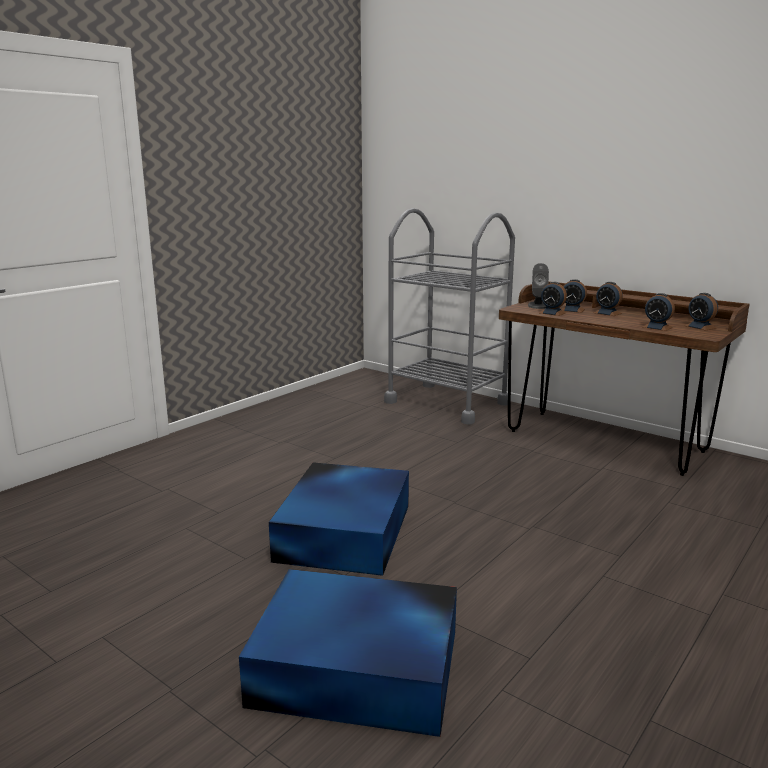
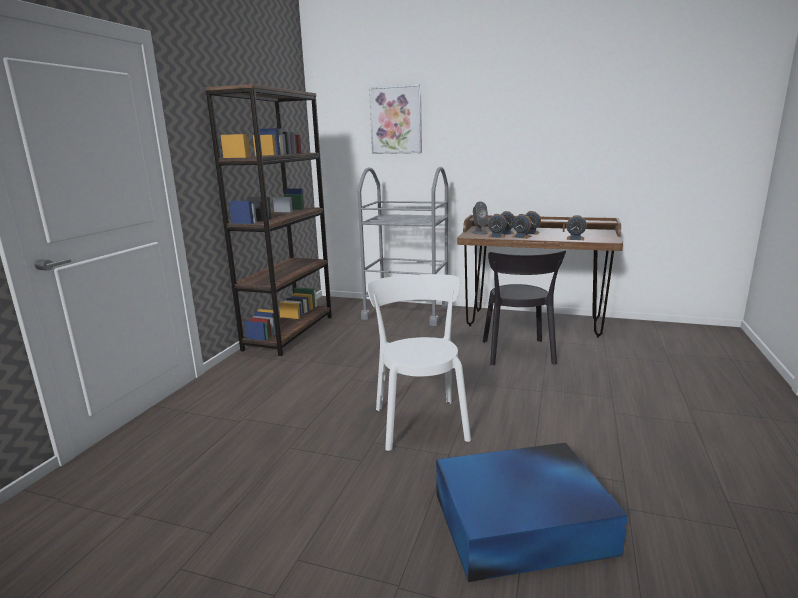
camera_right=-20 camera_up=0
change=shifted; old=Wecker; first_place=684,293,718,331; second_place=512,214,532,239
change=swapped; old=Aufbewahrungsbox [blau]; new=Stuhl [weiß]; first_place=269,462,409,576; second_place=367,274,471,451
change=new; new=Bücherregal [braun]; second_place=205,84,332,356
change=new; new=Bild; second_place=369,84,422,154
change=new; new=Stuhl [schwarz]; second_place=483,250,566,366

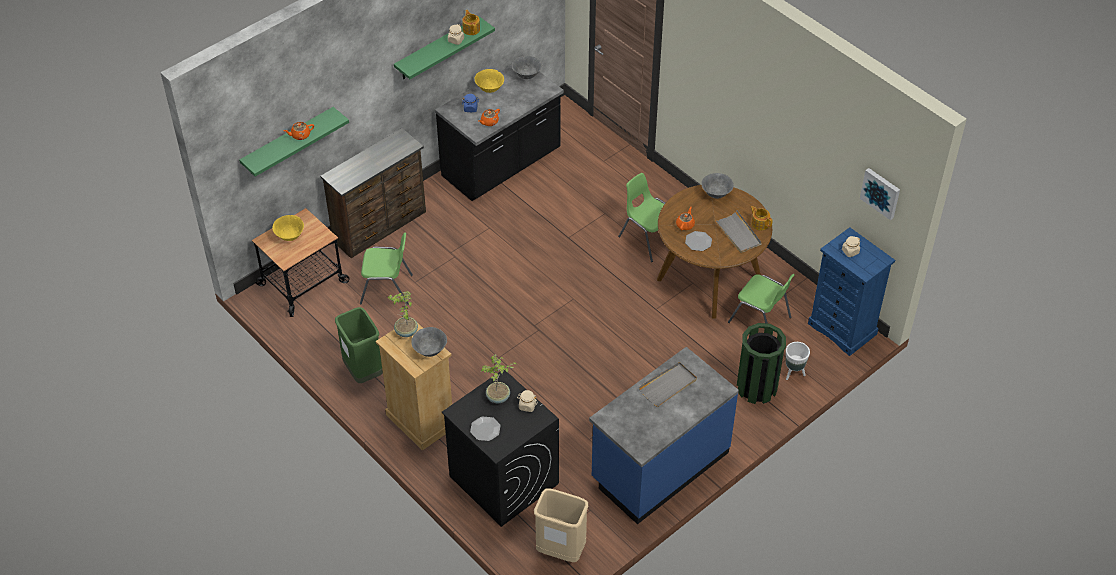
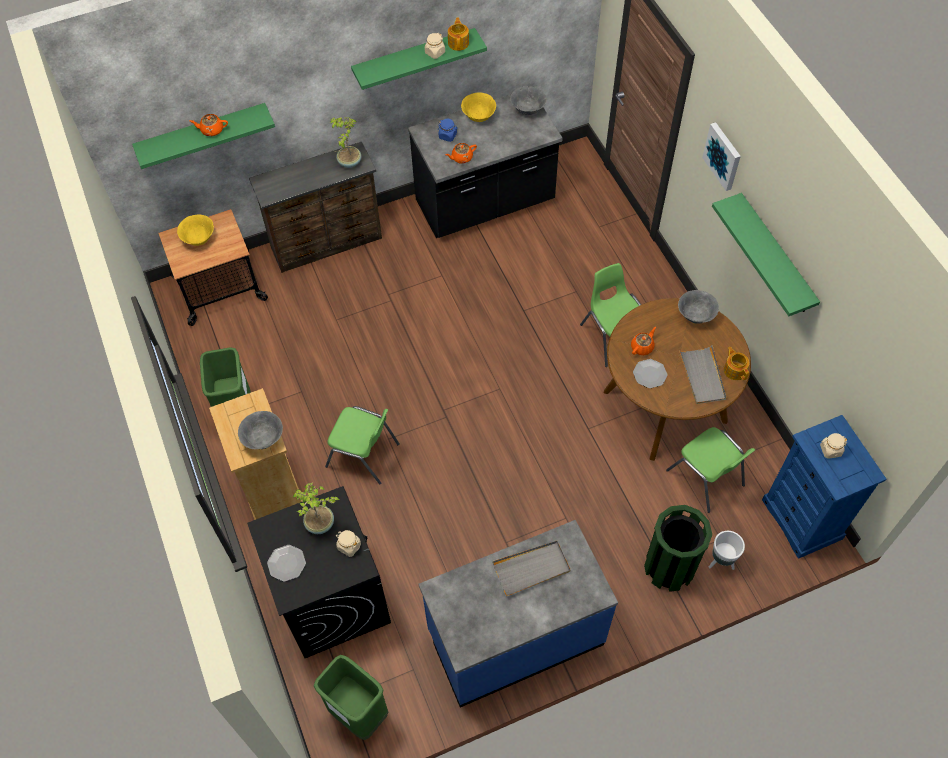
camera_right=20 camera_up=10
change=shifted; old=Bild; first_place=860,168,900,220; second_place=702,122,741,191
change=shifted; old=Stuhl [grün]; first_place=360,233,413,305; second_place=325,406,400,484
change=shifted; old=Topfpflanze; first_place=388,291,418,337; second_place=330,117,361,168
change=repainted; old=Mülleimer [beige]; new=Mülleimer [grün]; first_place=534,488,588,562; second_place=314,655,388,740
change=new; new=Wandregal [grün]; second_place=712,193,820,316

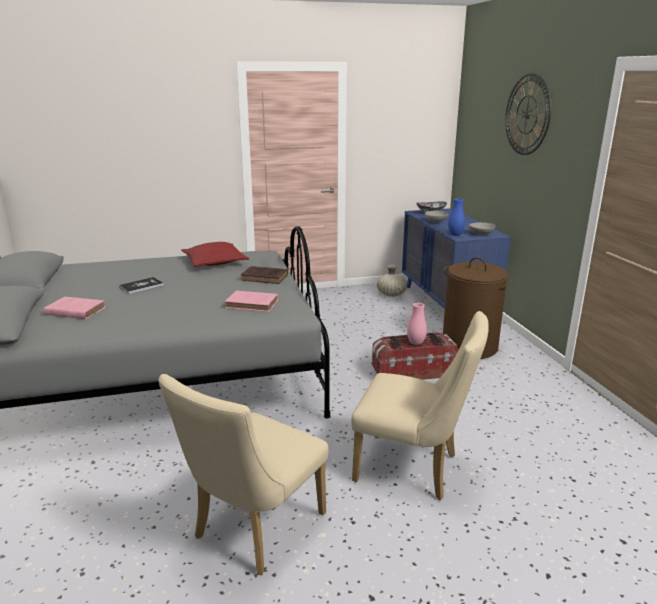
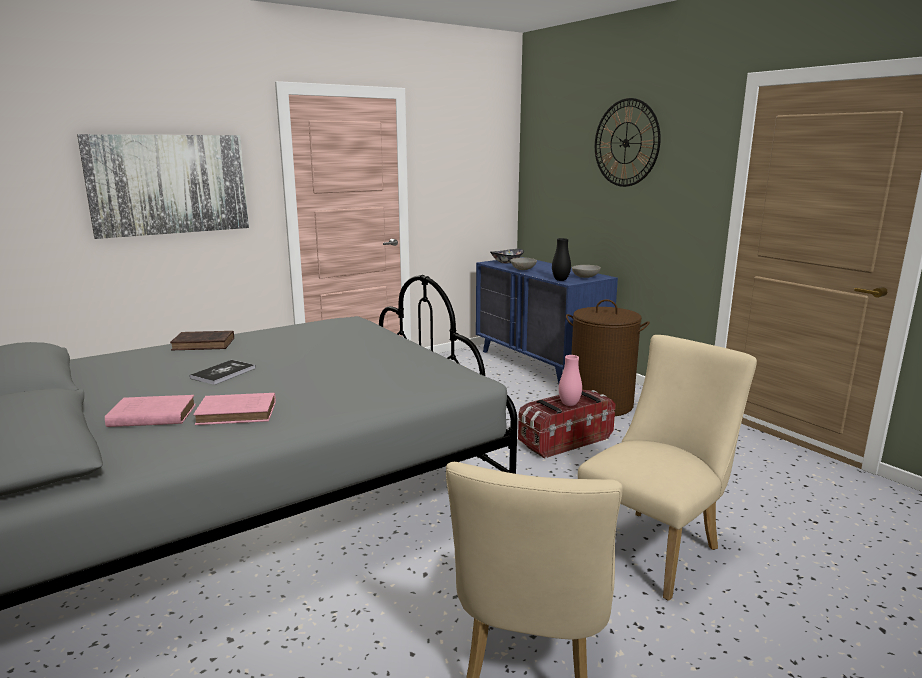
camera_right=-20 camera_up=-5
change=repainted; old=Vase [blau]; new=Vase [schwarz]; first_place=448,198,465,236; second_place=552,238,571,281
change=gone; old=Kissen [rot]; first_place=181,242,249,266
change=gone; old=Vase [beige]; first_place=377,265,407,297
change=shifted; old=Buch [braun]; first_place=241,266,288,284; second_place=170,331,234,350
change=shifted; old=Buch [rosa]; first_place=225,291,278,312; second_place=194,393,276,425
change=rotated; old=Stuhl [beige]; first_place=351,311,489,500; second_place=578,335,757,601; degrees=-45
change=new; new=Bild; second_place=77,134,249,239

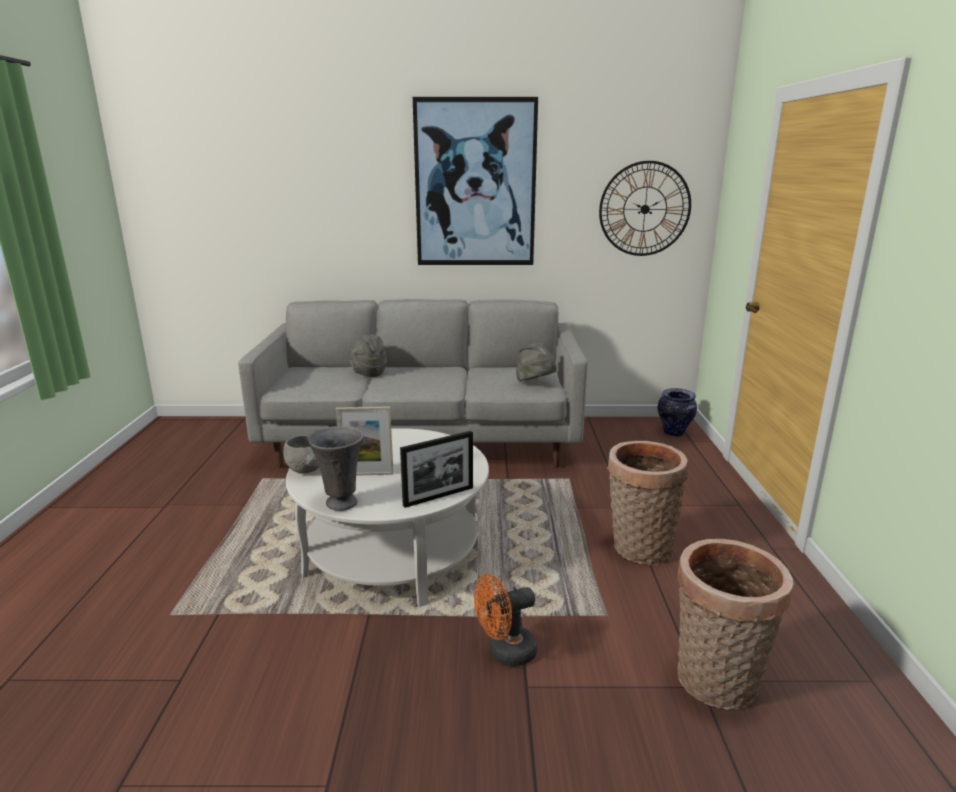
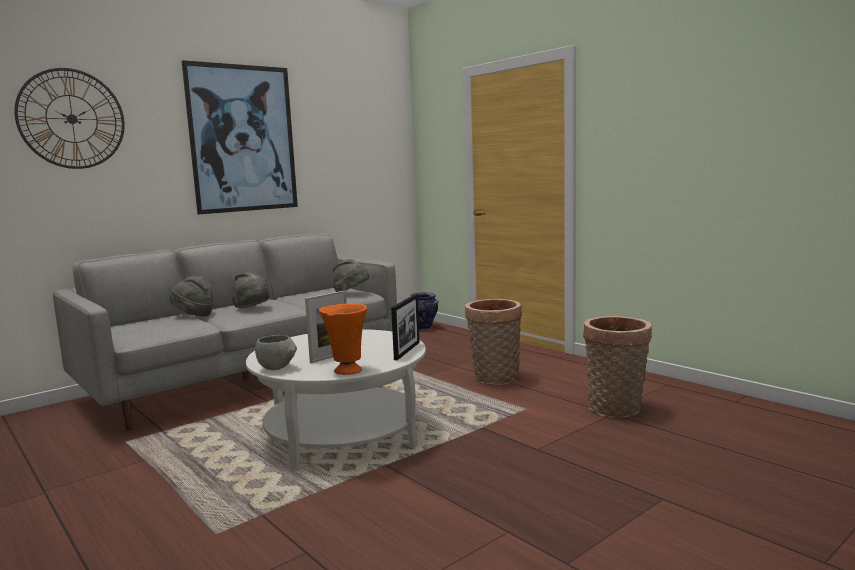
camera_right=-40 camera_up=-10
change=shifted; old=Wanduhr; first_place=599,161,691,256; second_place=14,68,125,169
change=repainted; old=Vase [grau]; new=Vase [orange]; first_place=308,426,363,511; second_place=319,304,367,375
change=gone; old=Ventilator [orange]; first_place=474,574,537,667
change=new; new=Hut [grau]; second_place=232,271,270,308

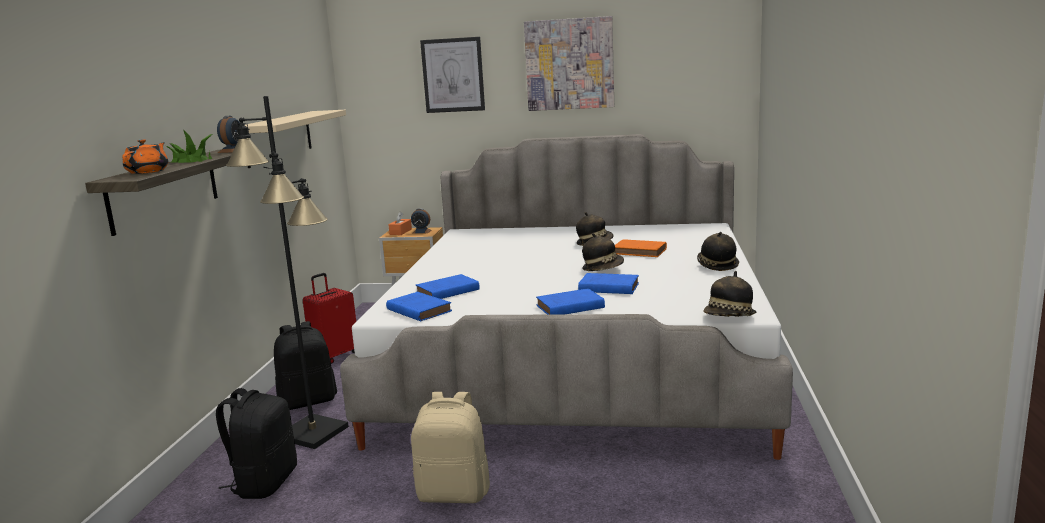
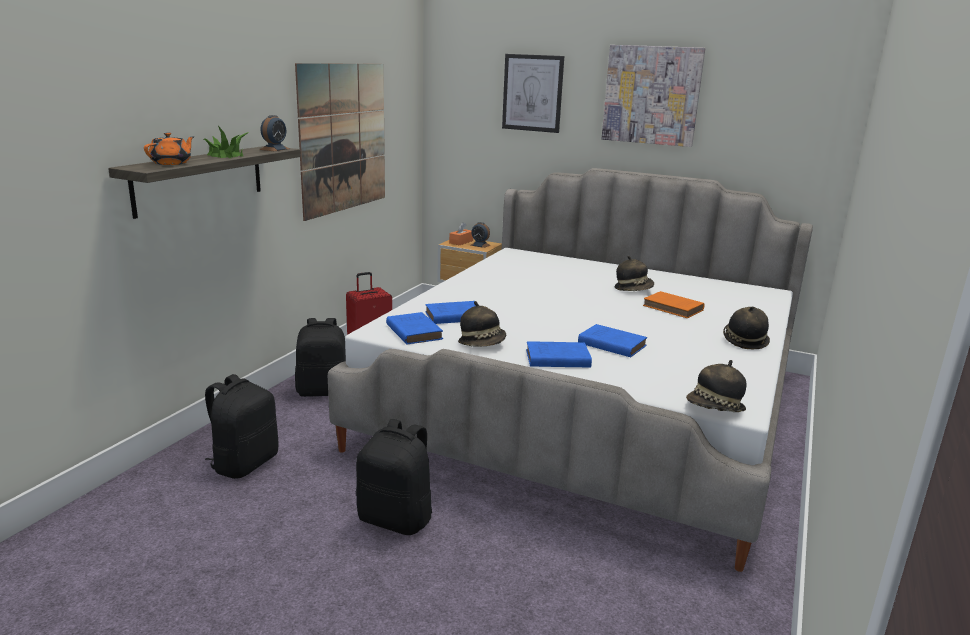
camera_right=15 camera_up=5
change=gone; old=Stehlampe [schwarz]; first_place=226,96,349,449
change=swapped; old=Wandregal [beige]; new=Bild; first_place=245,110,346,168; second_place=295,63,385,221
change=shifted; old=Hut; first_place=582,233,624,271; second_place=458,301,506,347
change=repainted; old=Rucksack [beige]; new=Rucksack [schwarz]; first_place=411,392,490,503; second_place=356,419,432,535

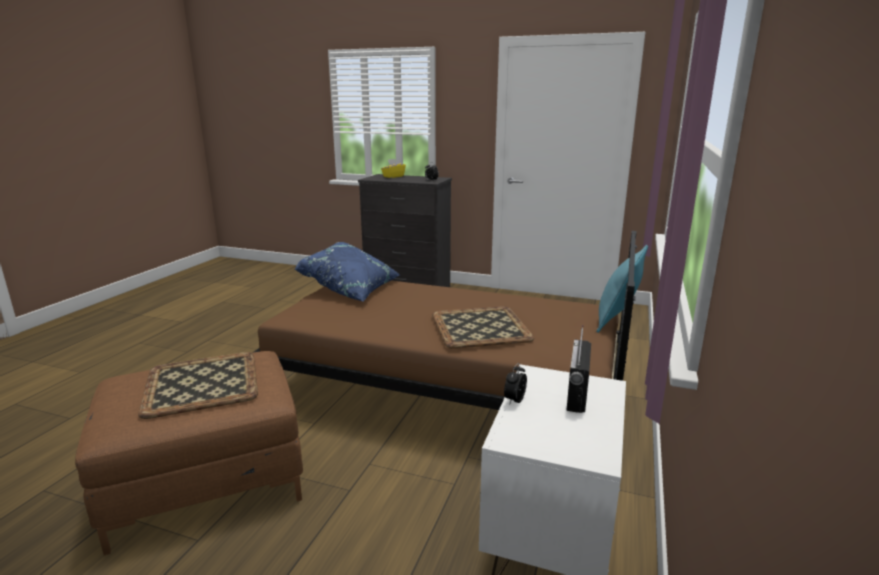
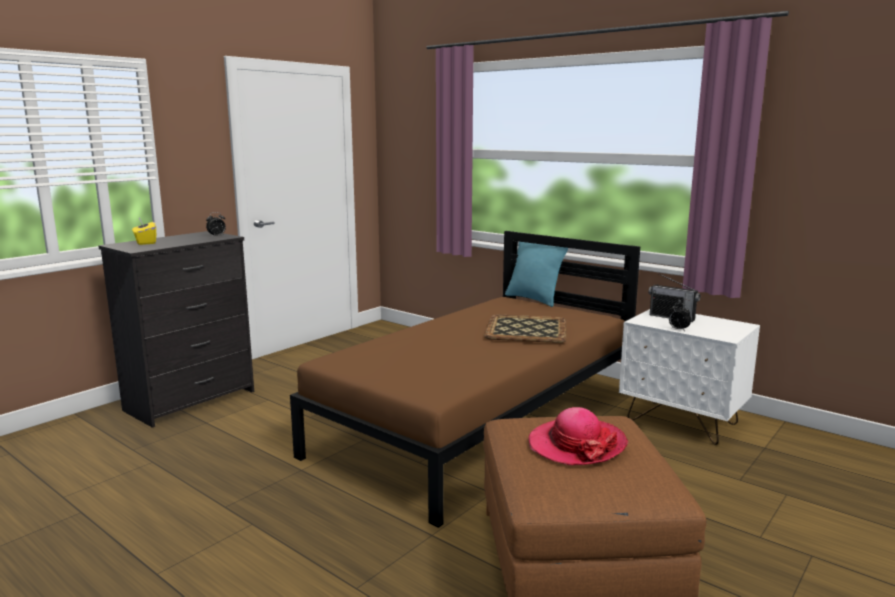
camera_right=-70 camera_up=-5
change=gone; old=Kissen [blau]; first_place=295,242,400,301
change=swapped; old=Tablett; new=Hut; first_place=138,352,258,419; second_place=529,407,628,465

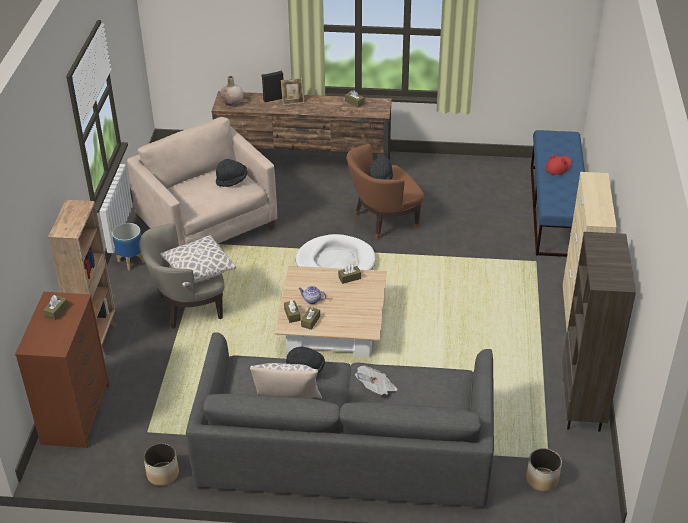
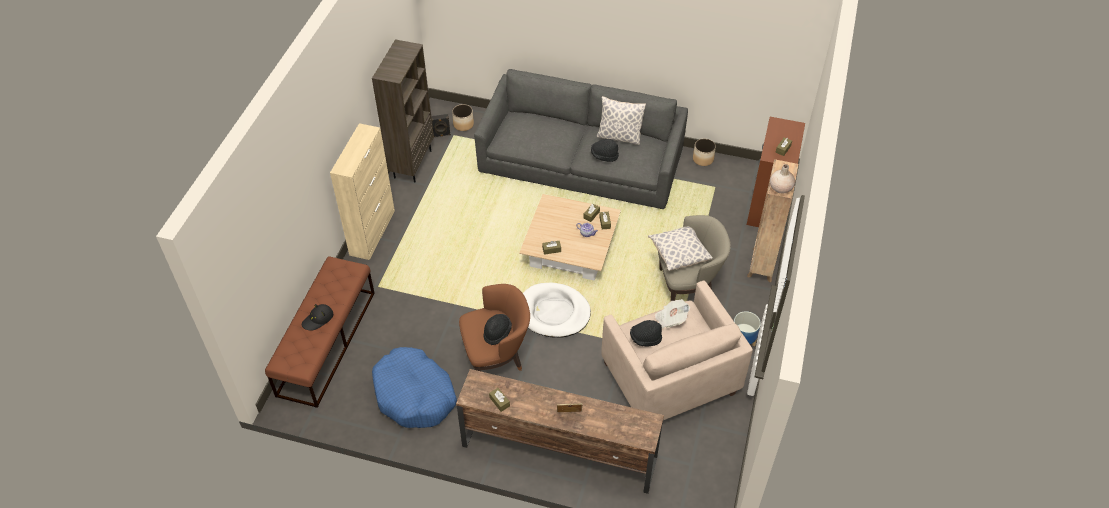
camera_right=-170 camera_up=10
change=shifted; old=Lautsprecher [schwarz]; first_place=261,71,283,102; second_place=431,114,451,137
change=shifted; old=Vase [beige]; first_place=220,76,244,106; second_place=770,164,795,193
change=repainted; old=Bank [blau]; new=Bank [braun]; first_place=531,130,585,257; second_place=265,256,375,408
change=repainted; old=Hut [rot]; new=Hut [schwarz]; first_place=546,155,572,175; second_place=302,304,333,331
change=shifted; old=Zeitung; first_place=355,366,397,395; second_place=655,299,690,328
change=new; new=Hundebett [blau]; second_place=372,347,457,428

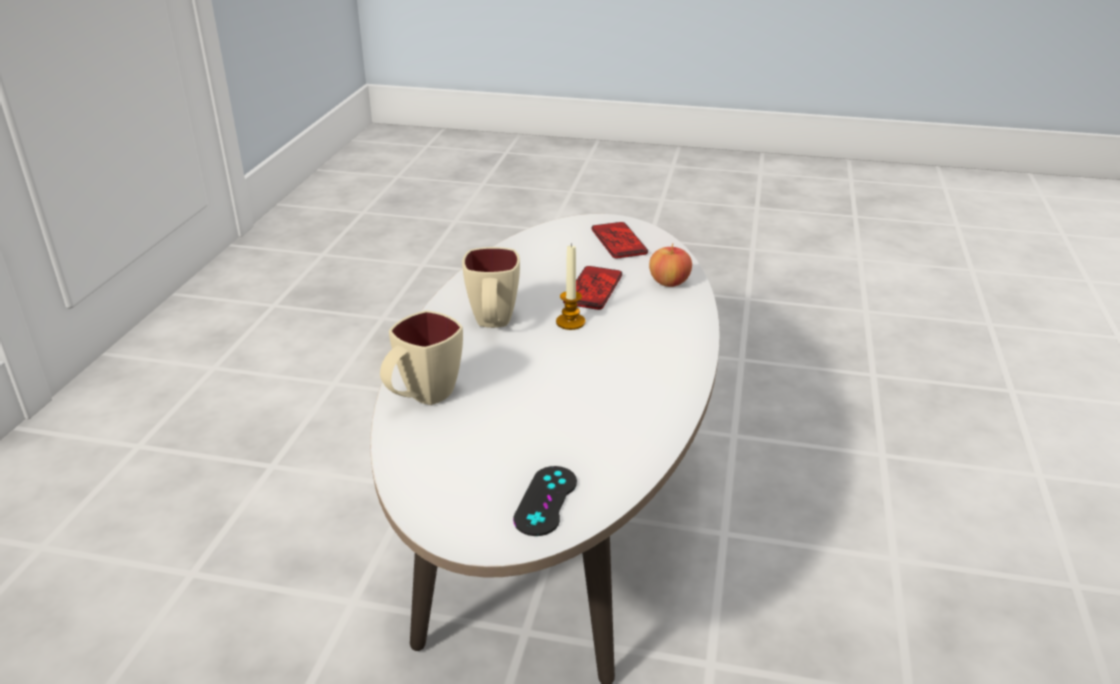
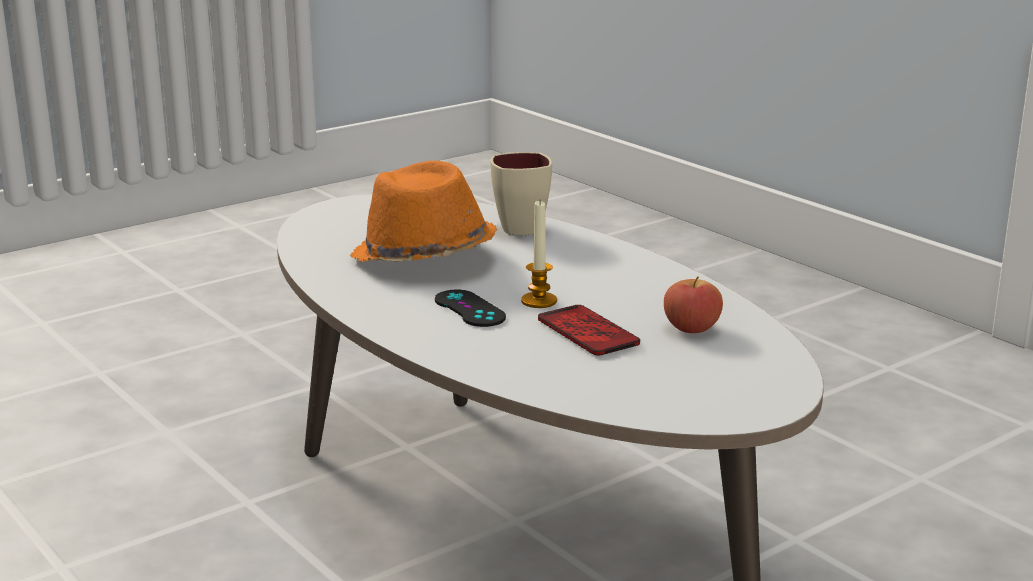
camera_right=130 camera_up=-10
change=gone; old=Handy; first_place=592,222,648,259
change=shifted; old=Apfel; first_place=649,243,692,287; second_place=664,276,723,333
change=gone; old=Henkelbecher [beige]; first_place=462,247,520,328
change=shifted; old=Gamepad [schwarz]; first_place=513,466,577,536; second_place=435,290,506,327
change=new; new=Hut [orange]; second_place=350,161,497,262

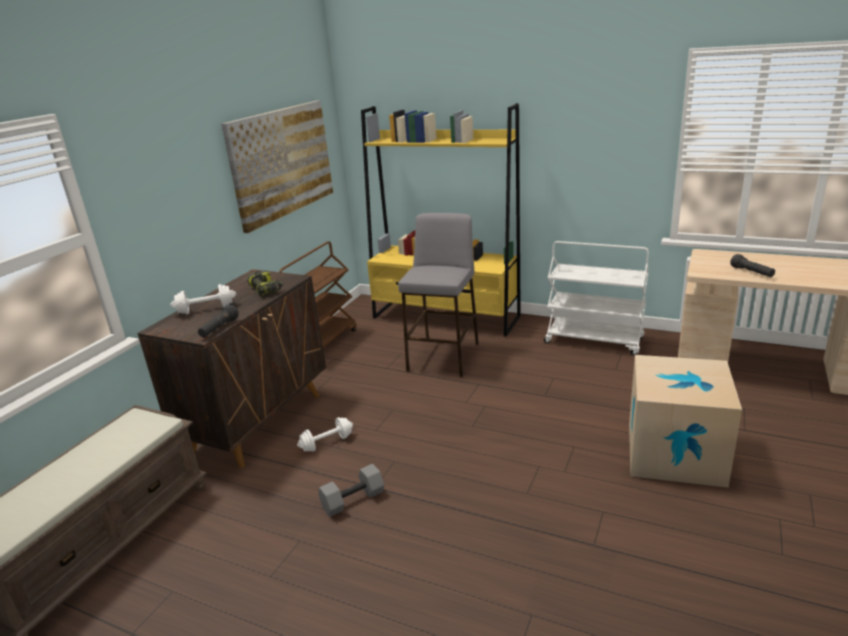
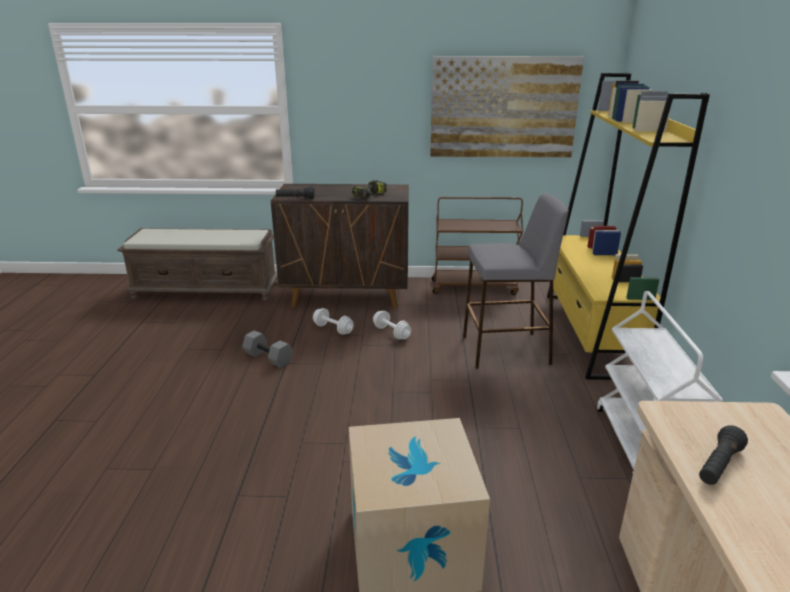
camera_right=65 camera_up=0
change=shifted; old=Hantel [weiß]; first_place=170,284,236,314; second_place=373,311,411,339

